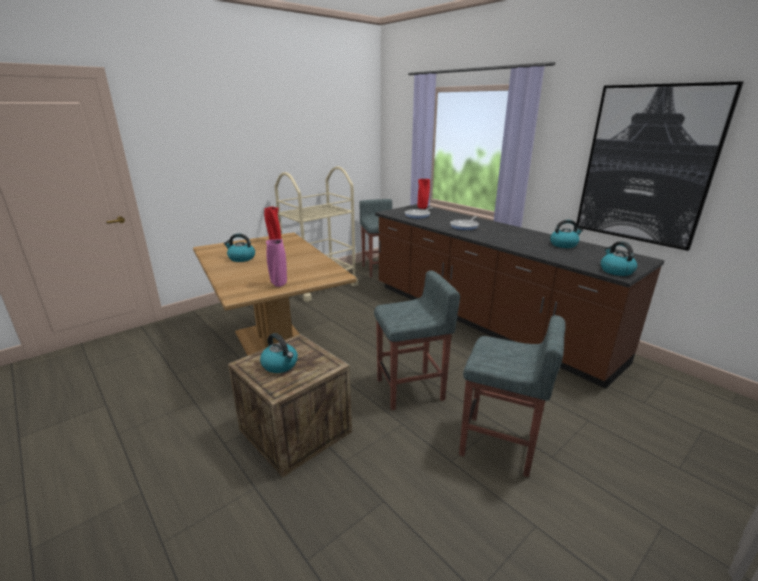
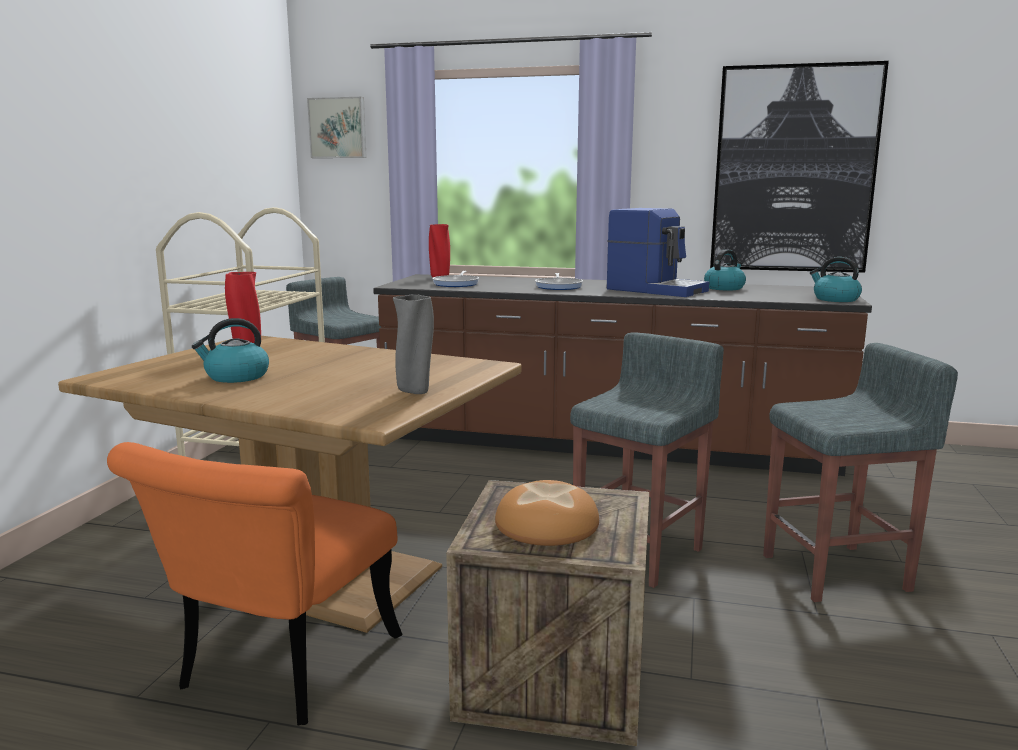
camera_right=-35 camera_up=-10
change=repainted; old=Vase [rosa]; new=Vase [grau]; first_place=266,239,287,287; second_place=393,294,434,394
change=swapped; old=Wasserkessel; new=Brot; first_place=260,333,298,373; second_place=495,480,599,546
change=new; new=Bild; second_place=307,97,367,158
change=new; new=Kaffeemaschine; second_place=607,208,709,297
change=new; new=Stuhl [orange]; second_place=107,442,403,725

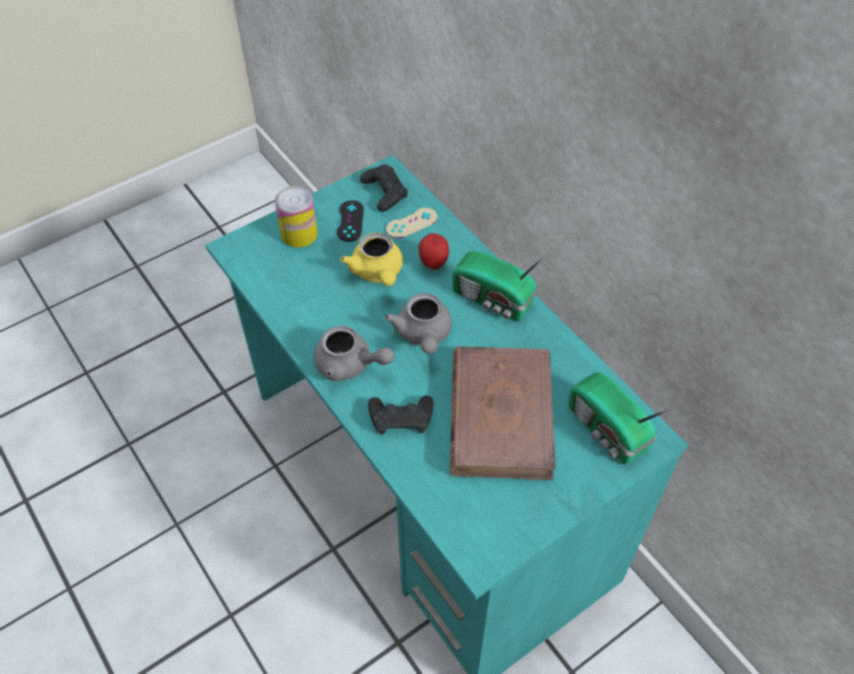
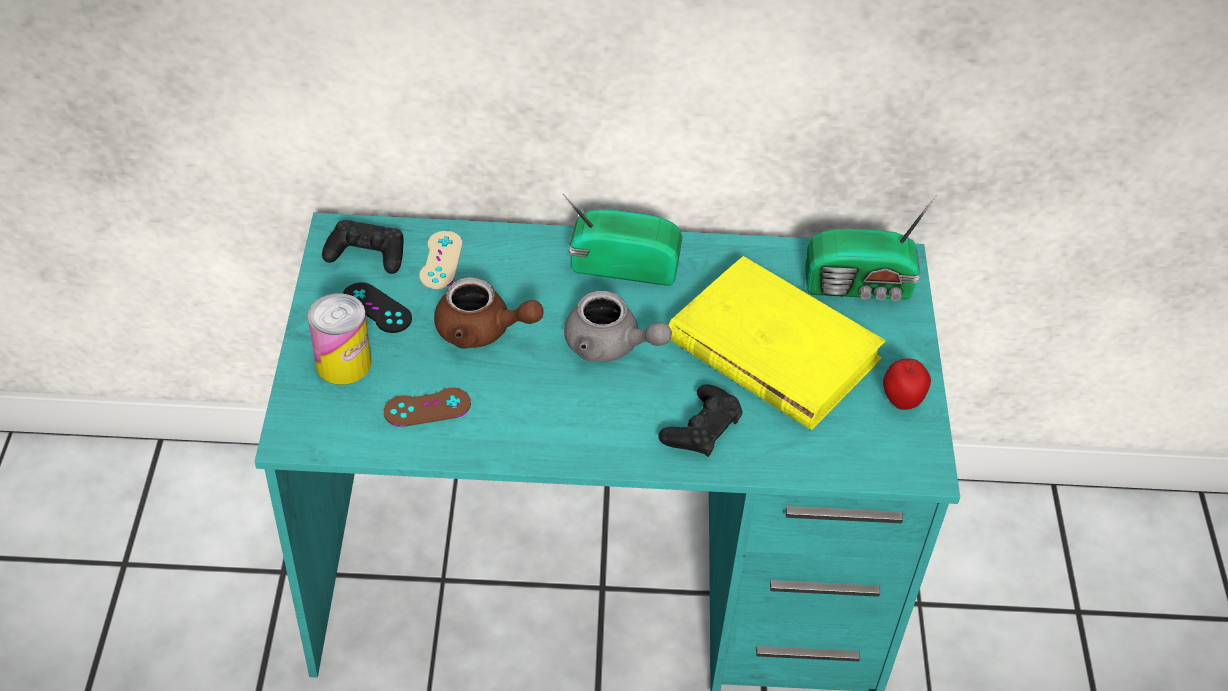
camera_right=-55 camera_up=-5
change=repainted; old=Teekanne [gelb]; new=Teekanne [braun]; first_place=340,233,403,286; second_place=434,277,543,349
change=shifted; old=Apfel; first_place=419,233,449,270; second_place=883,359,931,410
change=rotated; old=Radio; first_place=452,251,548,321; second_place=563,194,682,286; degrees=-150
change=gone; old=Teekanne [grau]; first_place=314,326,394,381
change=repainted; old=Buch [braun]; new=Buch [gelb]; first_place=450,346,556,480; second_place=668,256,886,430
change=new; new=Gamepad [braun]; second_place=384,388,471,427

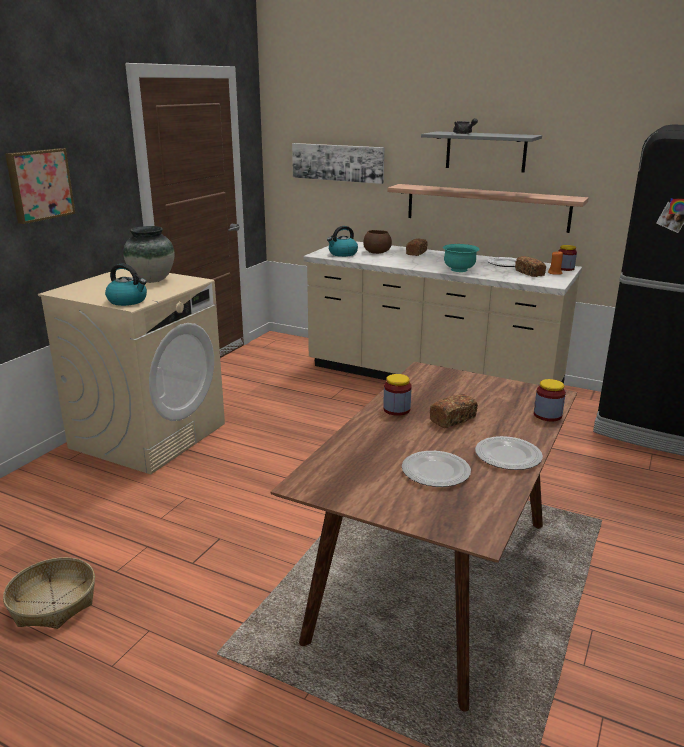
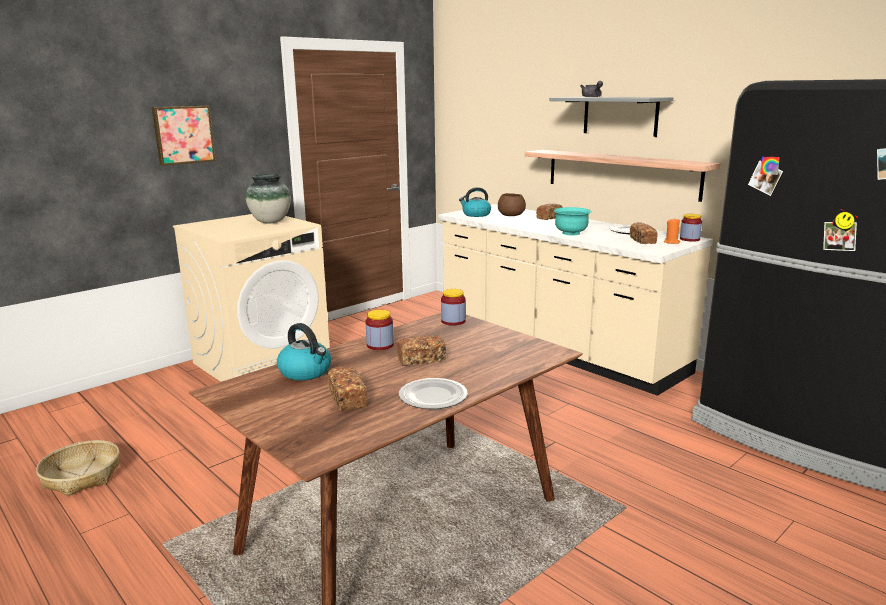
camera_right=20 camera_up=-5
change=gone; old=Bild; first_place=292,143,385,184
change=shifted; old=Wasserkessel; first_place=105,264,147,306; second_place=277,323,331,380
change=shifted; old=Vorratsglas; first_place=534,379,566,421; second_place=441,289,466,325
change=swapped; old=Teller; new=Brot; first_place=402,451,471,487; second_place=328,366,367,411

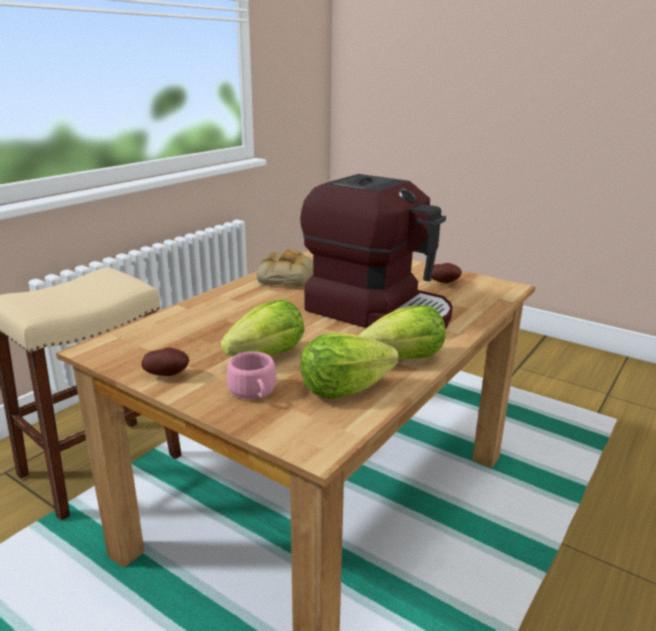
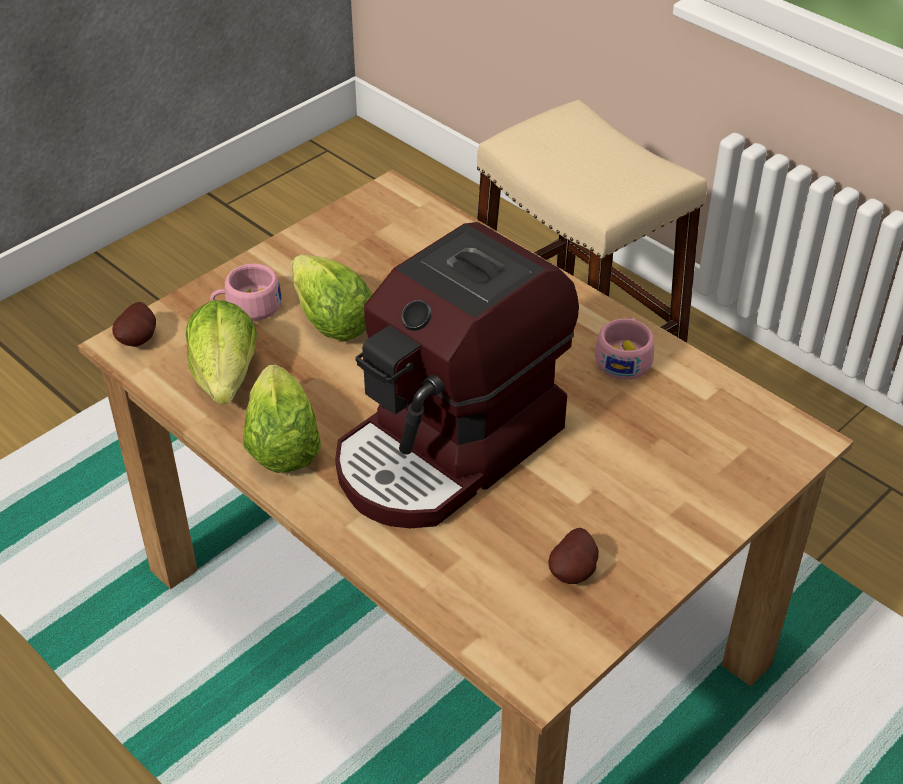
camera_right=100 camera_up=20
change=swapped; old=Brot; new=Tasse [rosa]; first_place=256,249,313,287; second_place=595,317,654,380
change=shifted; old=Kartoffel; first_place=142,347,189,376; second_place=112,302,156,347

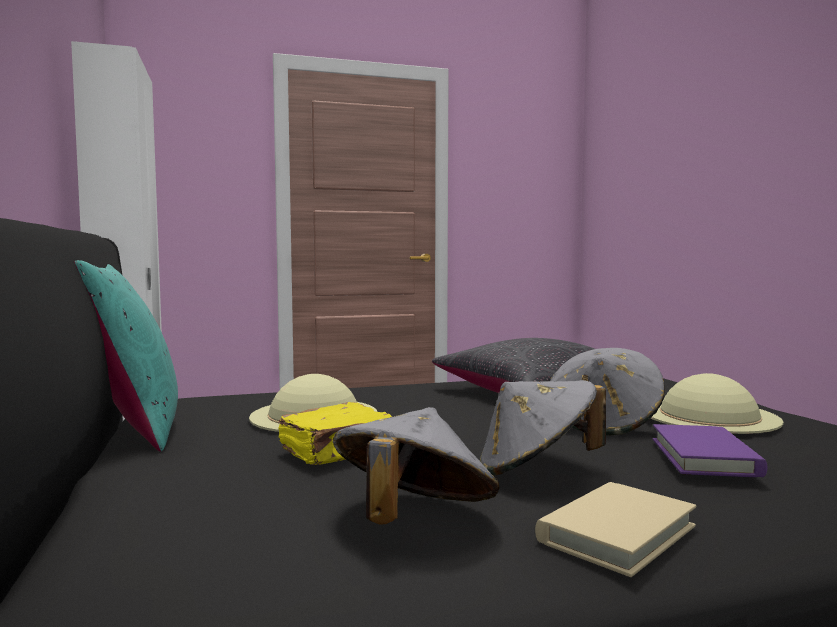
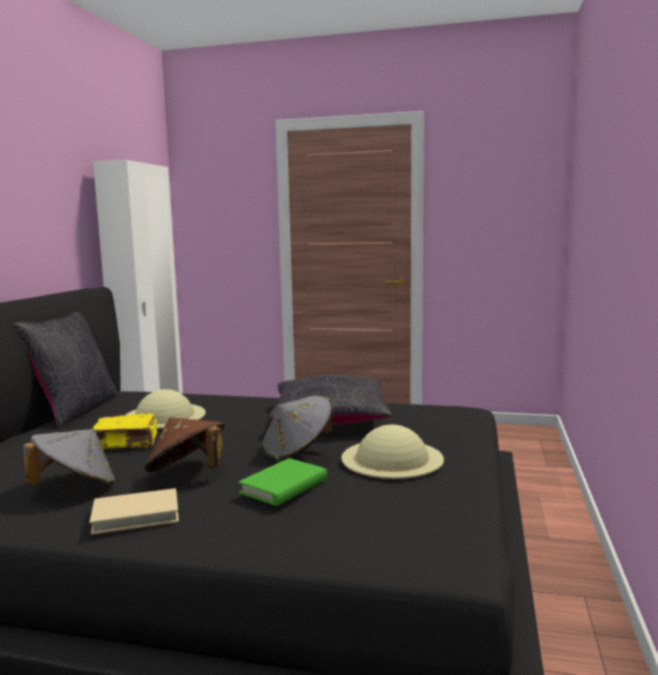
camera_right=30 camera_up=5
change=repainted; old=Kissen [türkis]; new=Kissen [schwarz]; first_place=74,260,178,452; second_place=14,312,118,427
change=repainted; old=Hut [grau]; new=Hut [braun]; first_place=480,380,606,476; second_place=144,417,225,473
change=repainted; old=Buch [lila]; new=Buch [grün]; first_place=653,424,768,477; second_place=238,458,327,506

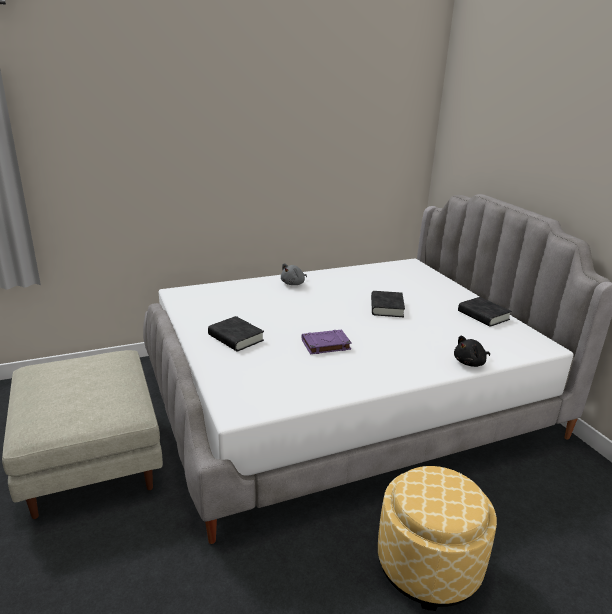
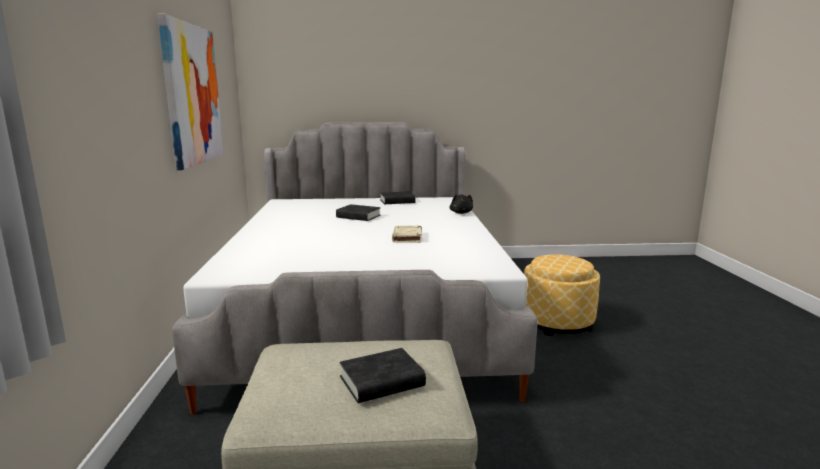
camera_right=-70 camera_up=-10
change=gone; old=Plüschtier [grau]; first_place=281,263,307,285
change=shifted; old=Buch [schwarz]; first_place=208,316,264,351; second_place=339,348,426,403
change=repainted; old=Buch [lila]; new=Buch [beige]; first_place=302,330,352,354; second_place=392,226,422,243
change=new; new=Bild; second_place=157,14,224,170

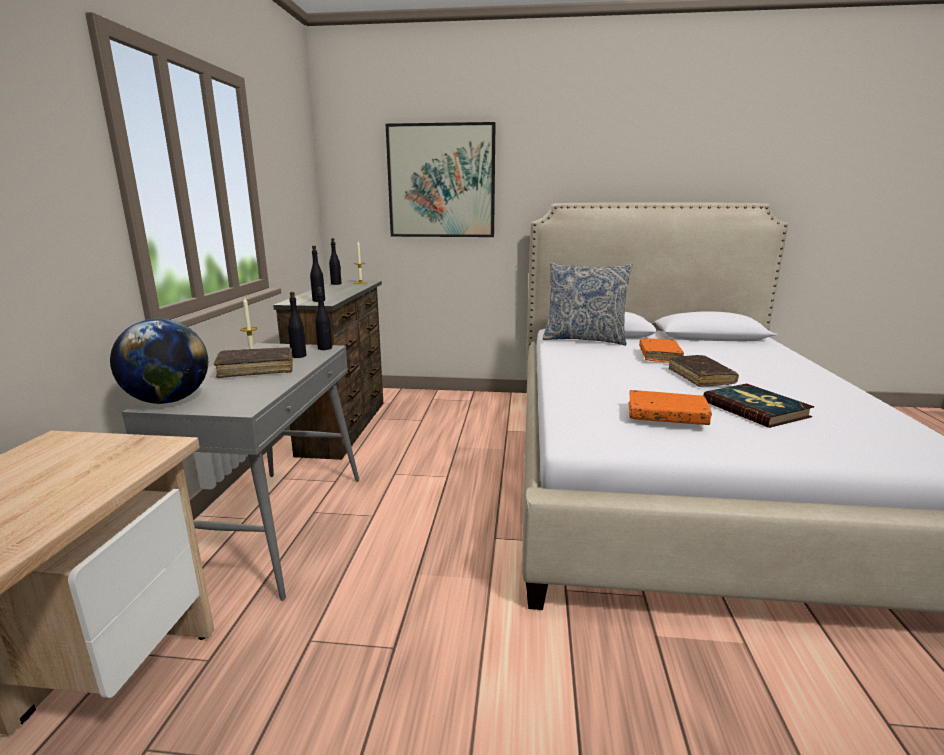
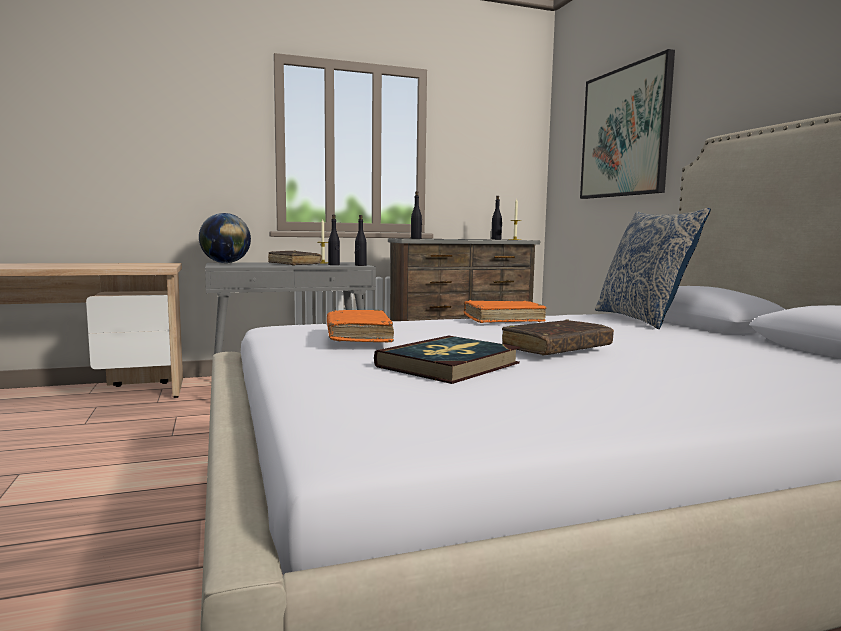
camera_right=65 camera_up=-10
change=shifted; old=Buch [orange]; first_place=639,338,684,363; second_place=464,300,547,323

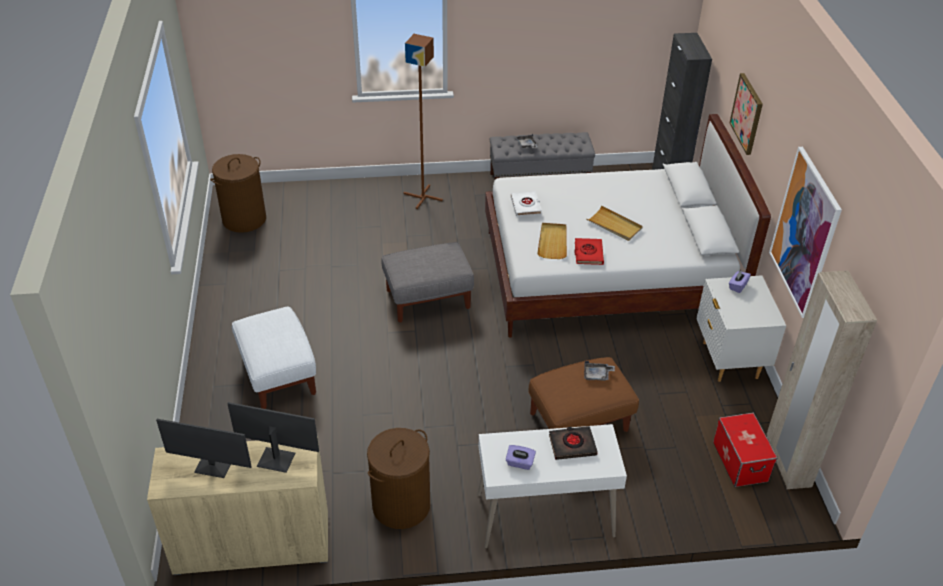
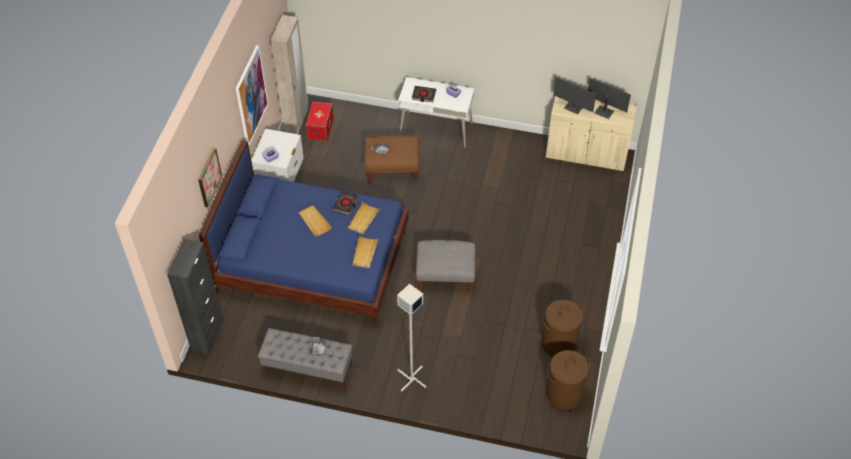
camera_right=-160 camera_up=10
change=repainted; old=Stehlampe [braun]; new=Stehlampe [grau]; first_place=404,34,443,209; second_place=397,284,426,391
change=repainted; old=Bett [weiß]; new=Bett [blau]; first_place=485,114,771,338; second_place=199,141,409,325
change=swapped; old=Buch [weiß]; new=Tablett [beige]; first_place=511,191,542,216; second_place=352,235,379,268
change=repainted; old=Buch [rot]; new=Buch [schwarz]; first_place=575,238,604,265; second_place=332,191,359,215
change=gone; old=Polsterhocker [weiß]; first_place=232,306,316,409
change=shifted; old=Wäschekorb [braun]; first_place=367,428,430,529; second_place=541,300,584,357

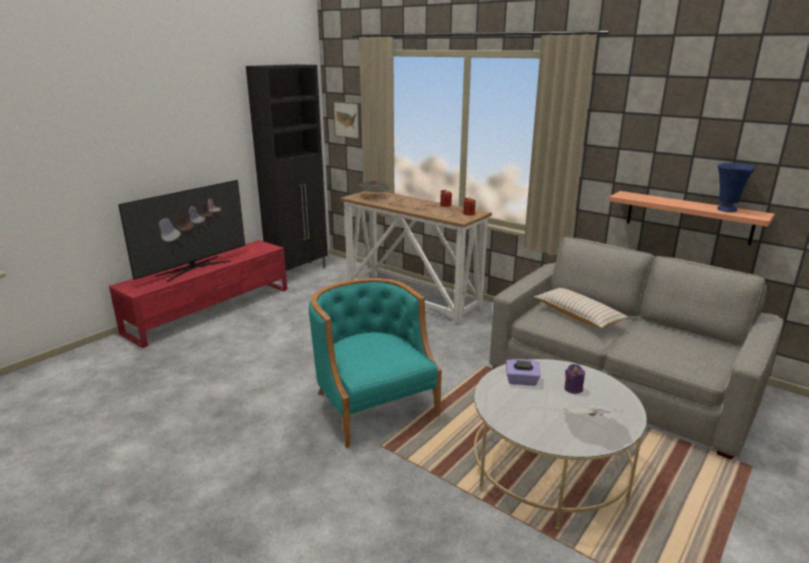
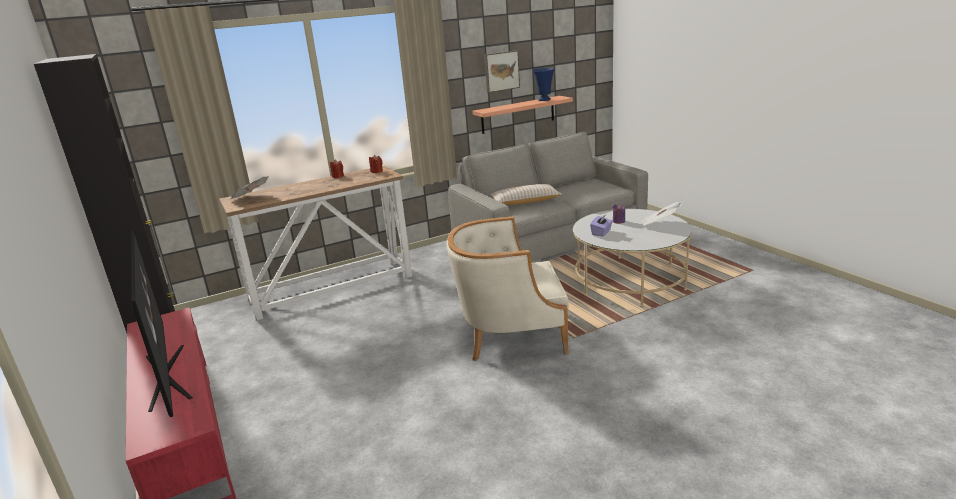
camera_right=-65 camera_up=0
change=shifted; old=Bild; first_place=333,101,362,139; second_place=484,50,520,93
change=repainted; old=Sessel [türkis]; new=Sessel [beige]; first_place=309,278,442,448; second_place=447,216,569,361

